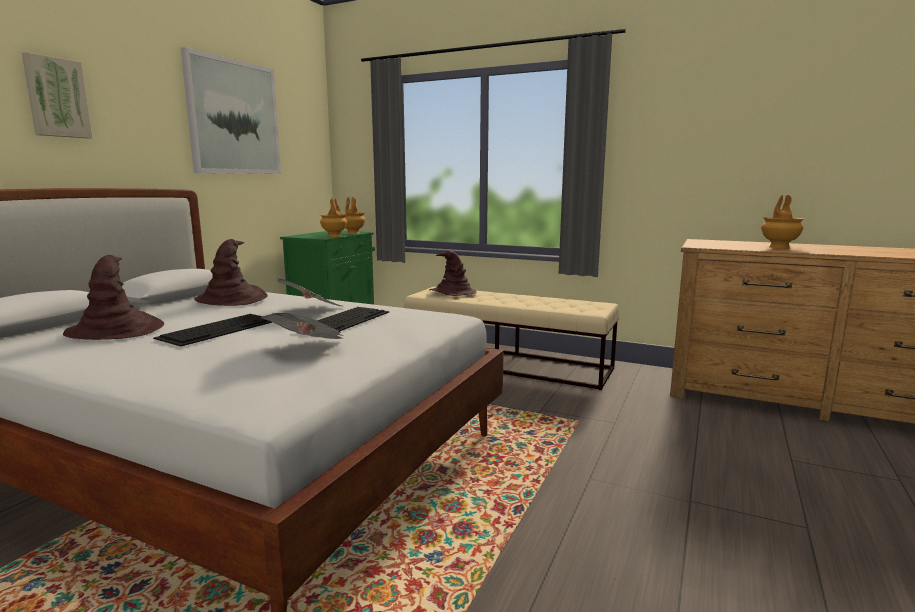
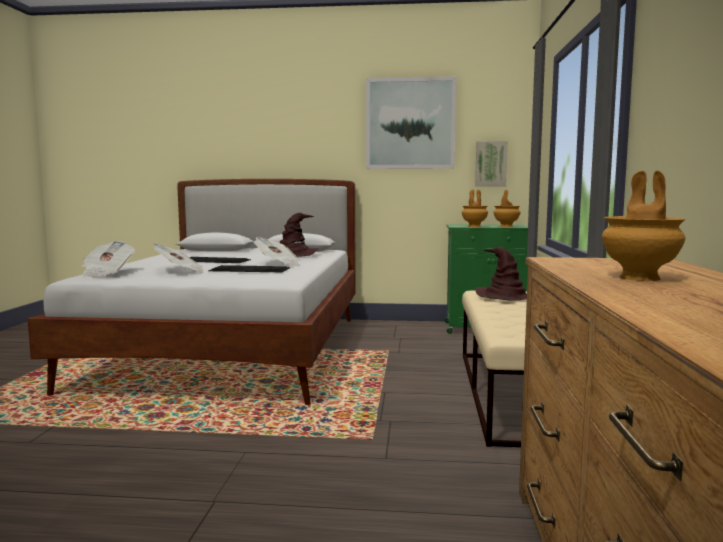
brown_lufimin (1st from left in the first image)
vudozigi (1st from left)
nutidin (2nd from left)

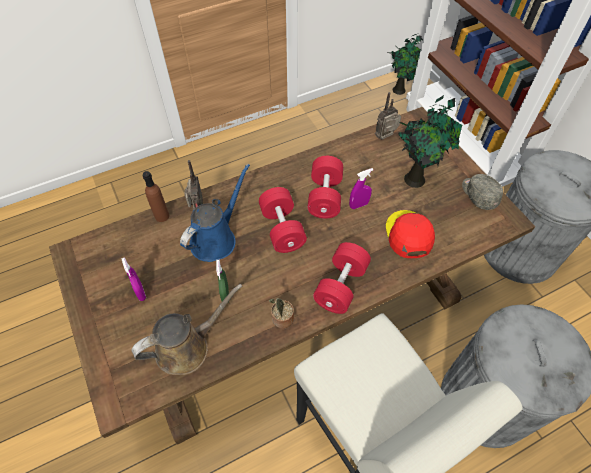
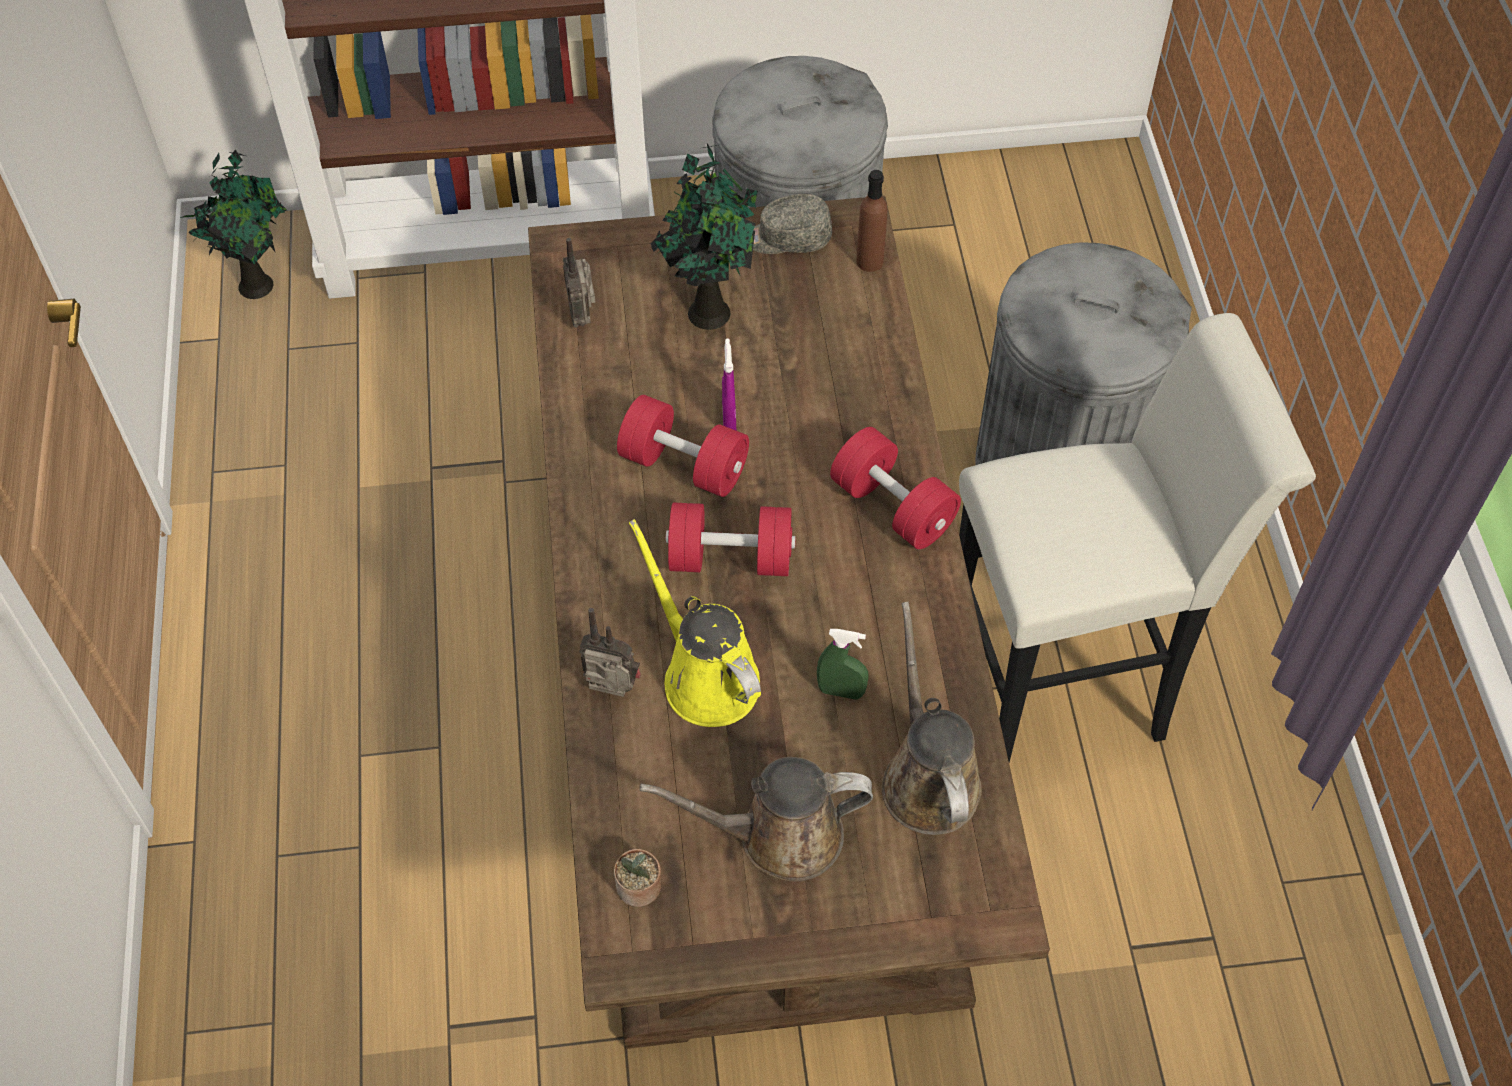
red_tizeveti
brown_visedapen
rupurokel (2nd from left)
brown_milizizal (1st from left)
yellow_milizizal

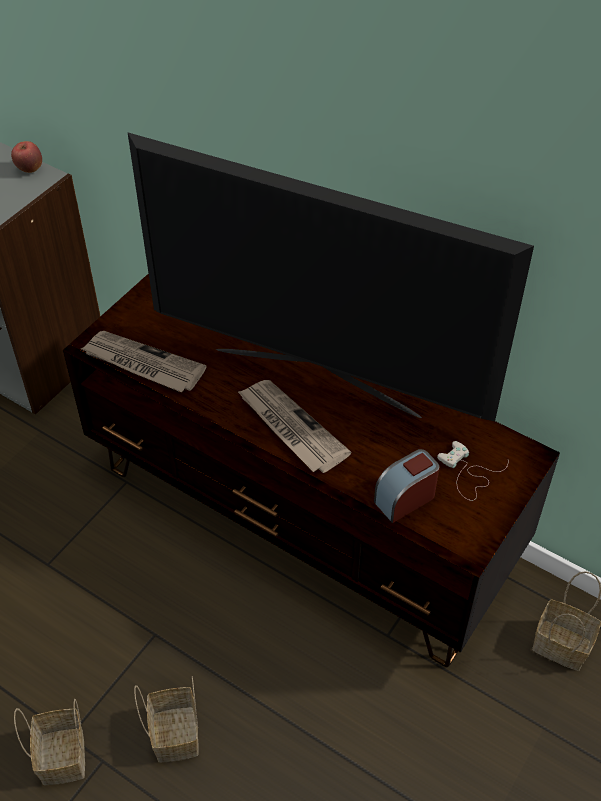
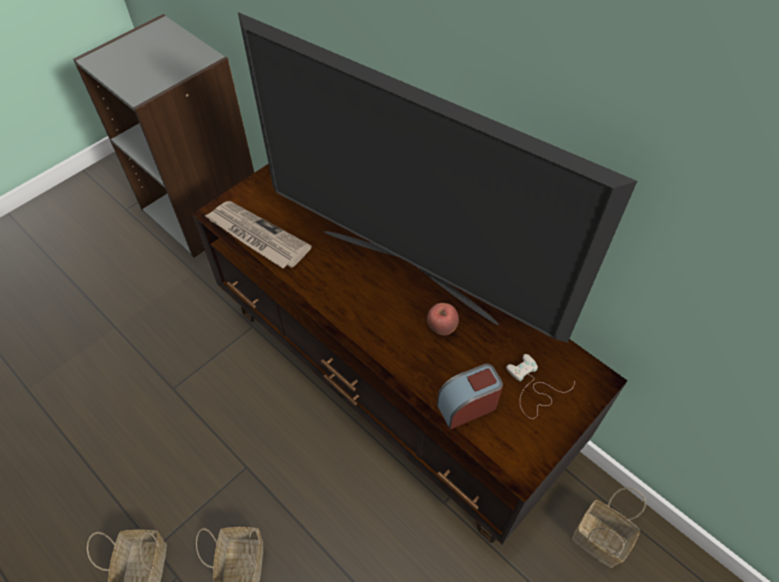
vudozigi (2nd from left in the first image)
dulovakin

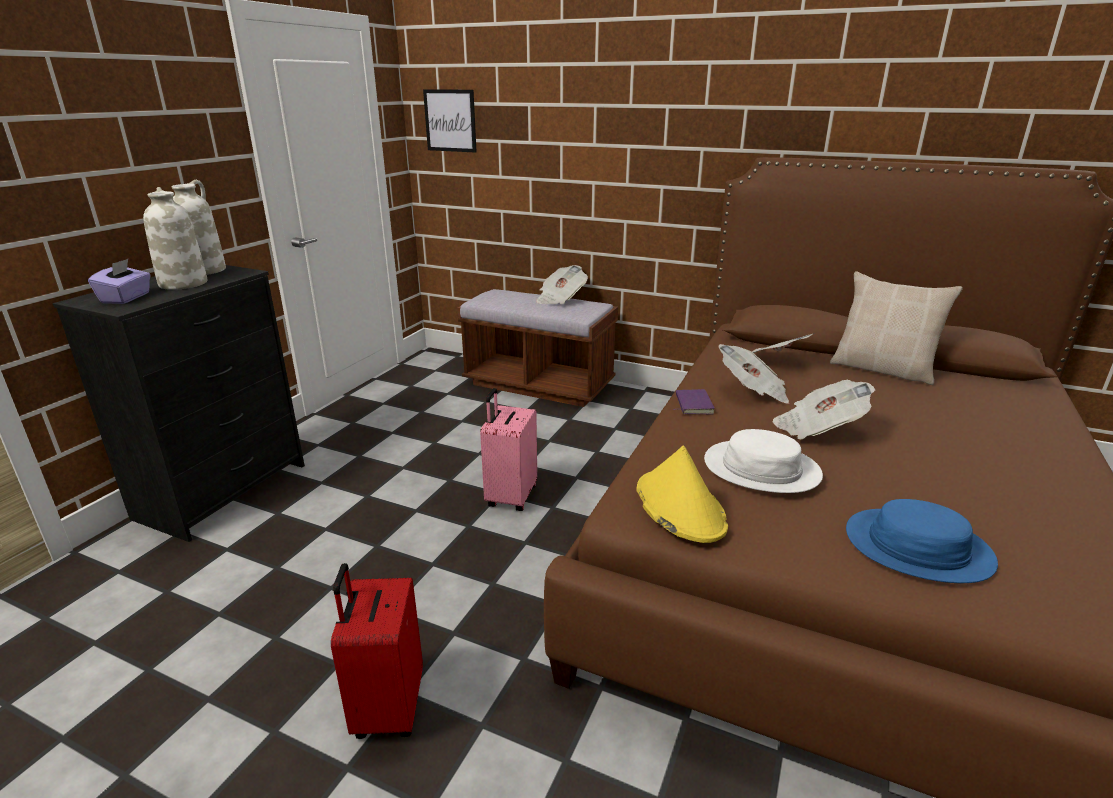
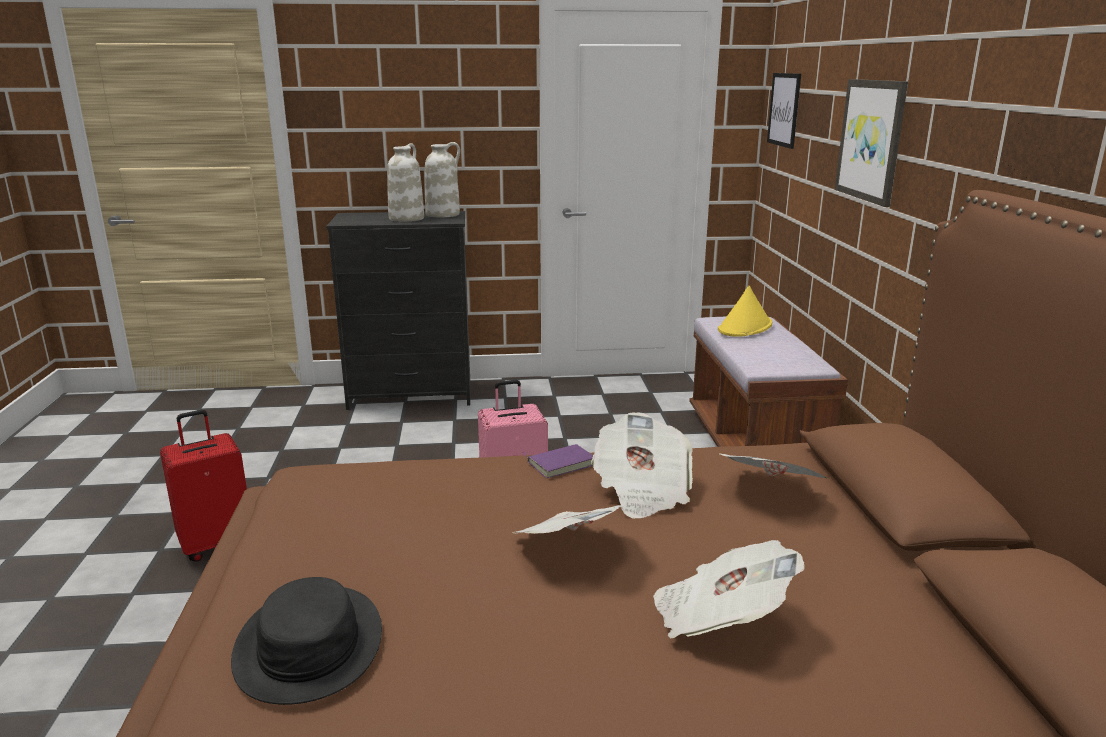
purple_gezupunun
white_lufimin
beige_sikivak
nutidin (2nd from left)
vudozigi (3rd from left)
yellow_lufimin
black_lufimin

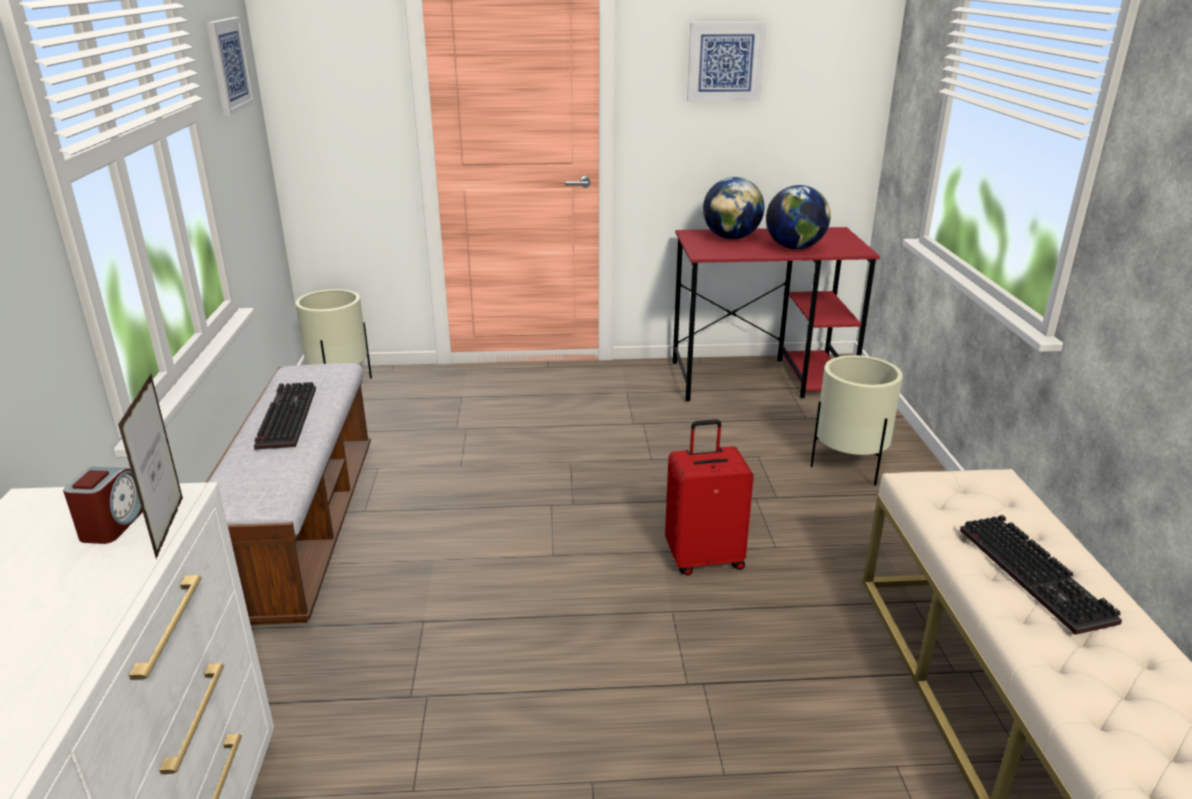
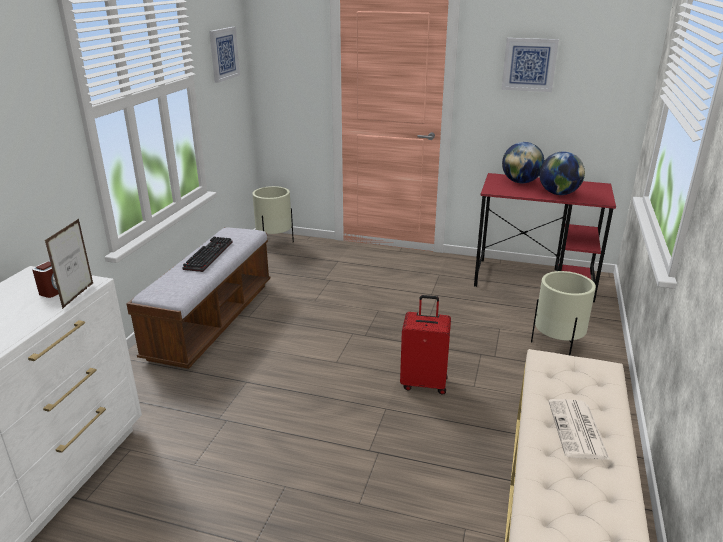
vudozigi

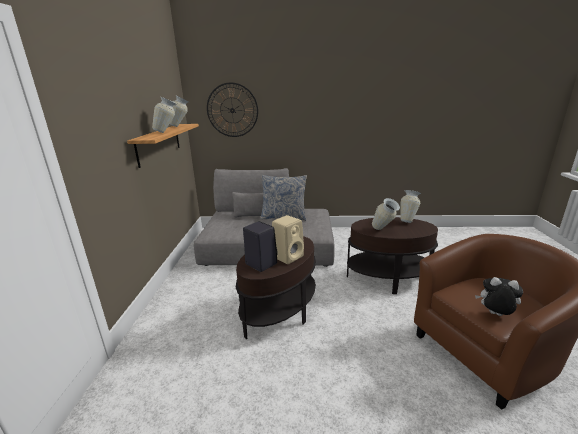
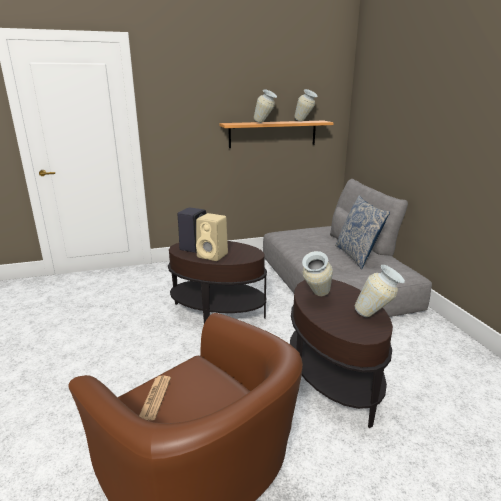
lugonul
vudozigi

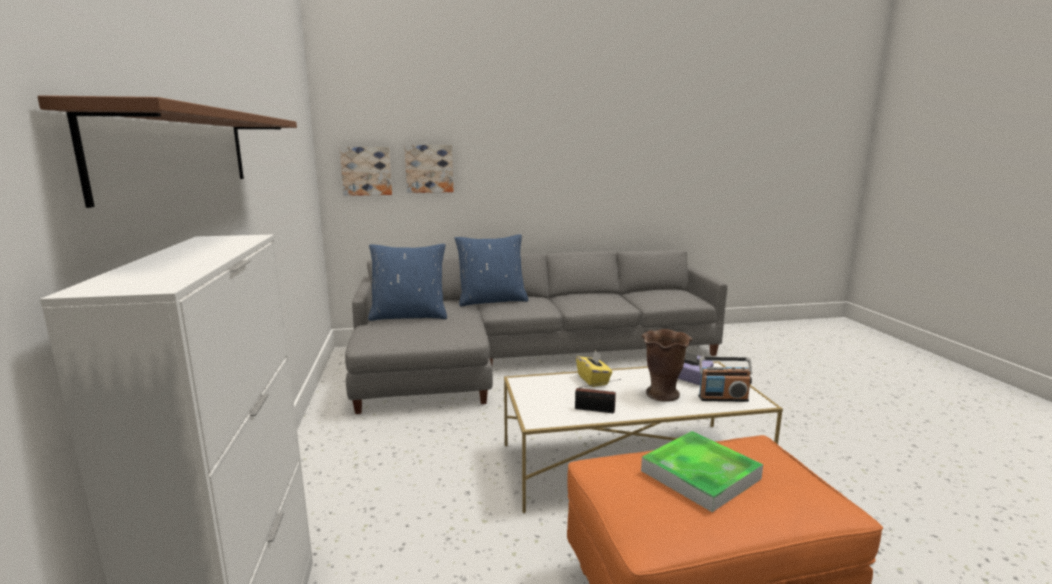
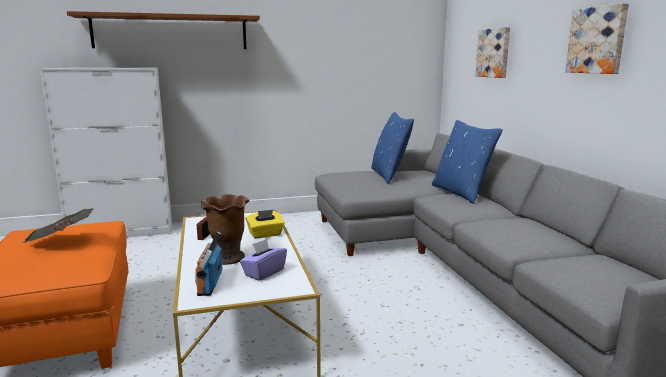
nutidin (2nd from left)
vudozigi

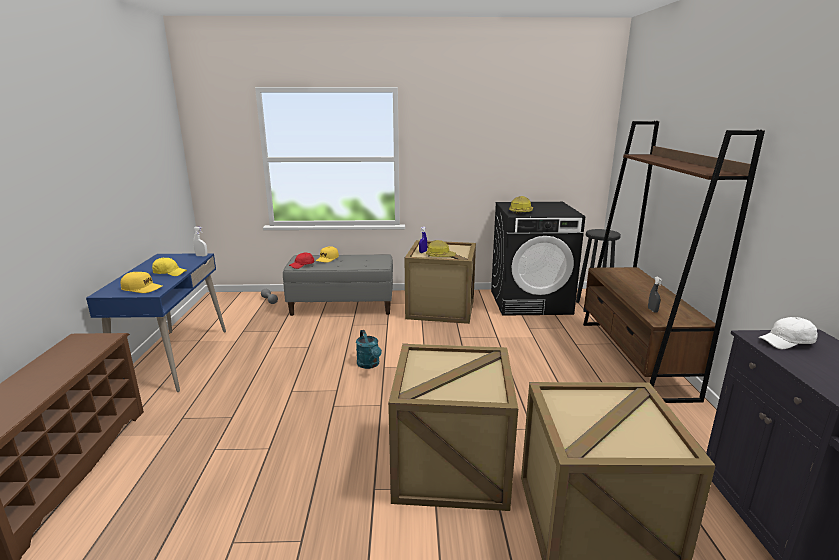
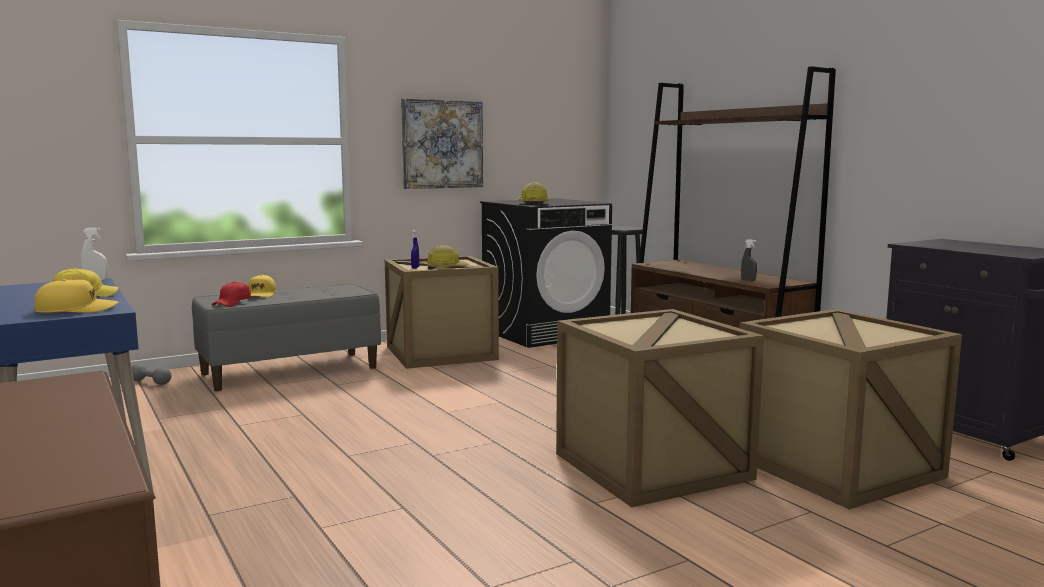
turquoise_milizizal
white_tizeveti
nutidin

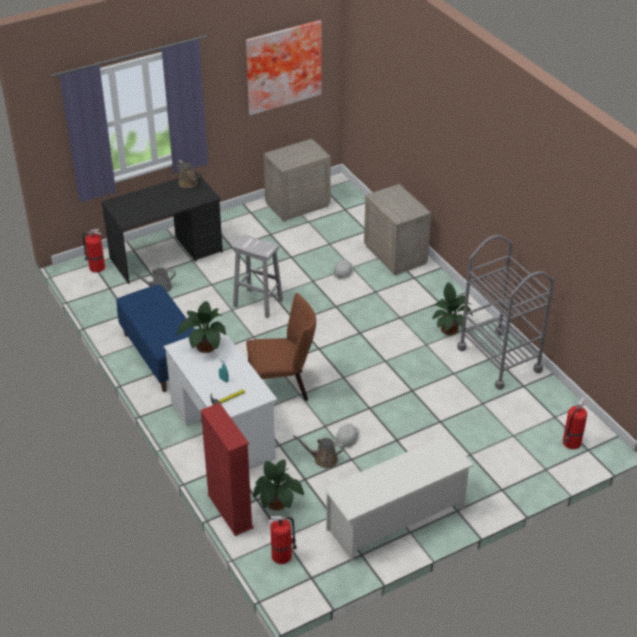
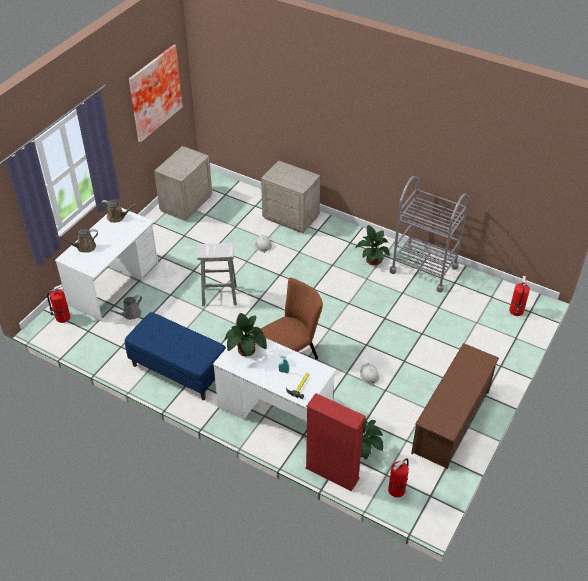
brown_milizizal (1st from left)
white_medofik (1st from left)
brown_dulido

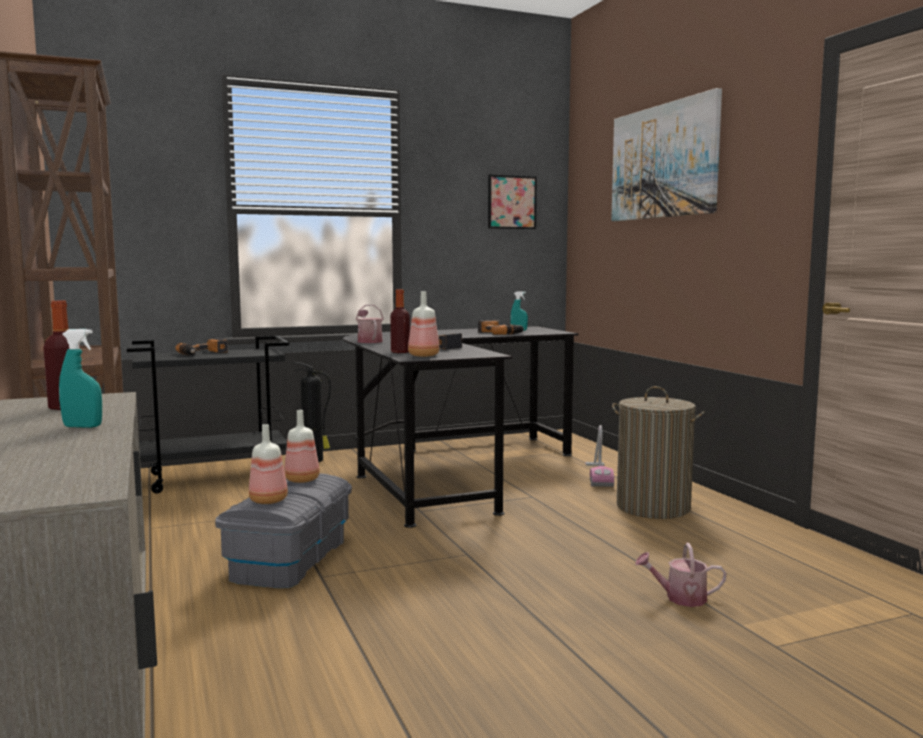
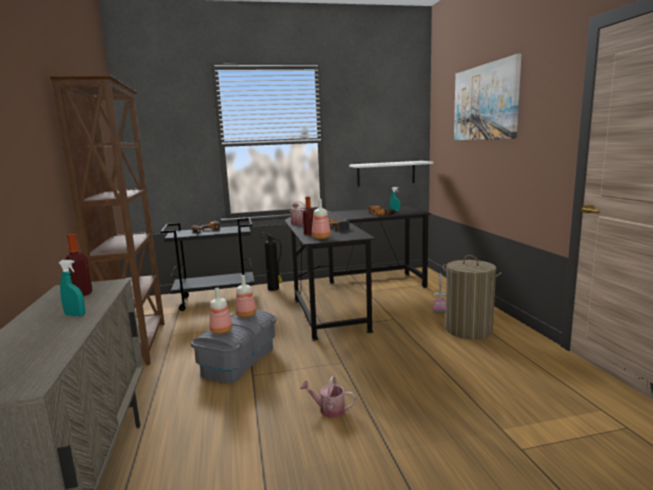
nutidin (1st from left in the first image)
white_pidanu
milizizal (2nd from left)

